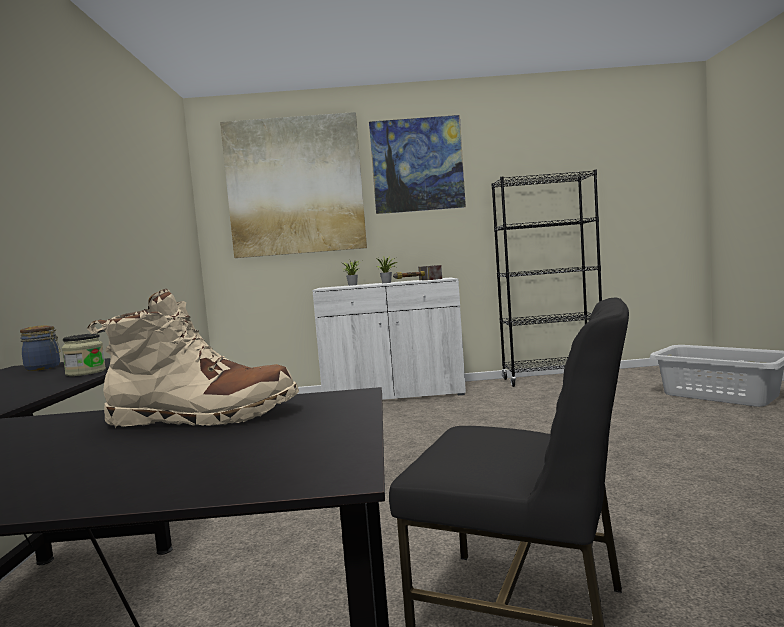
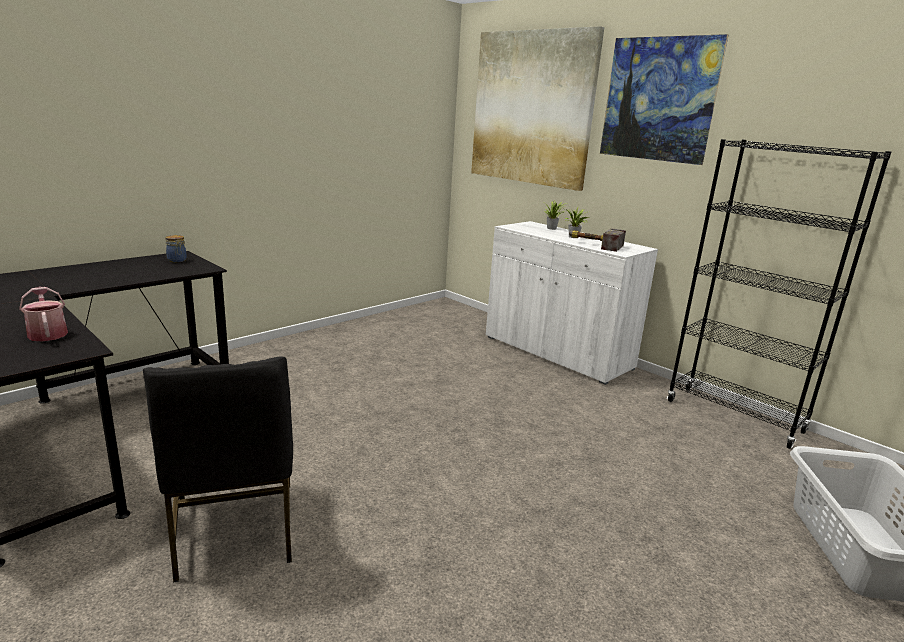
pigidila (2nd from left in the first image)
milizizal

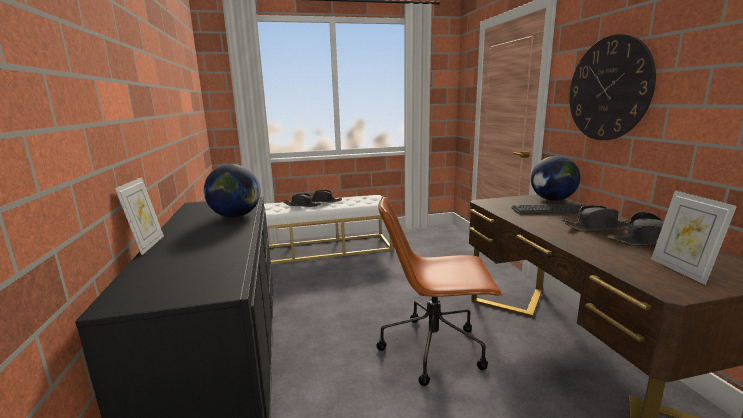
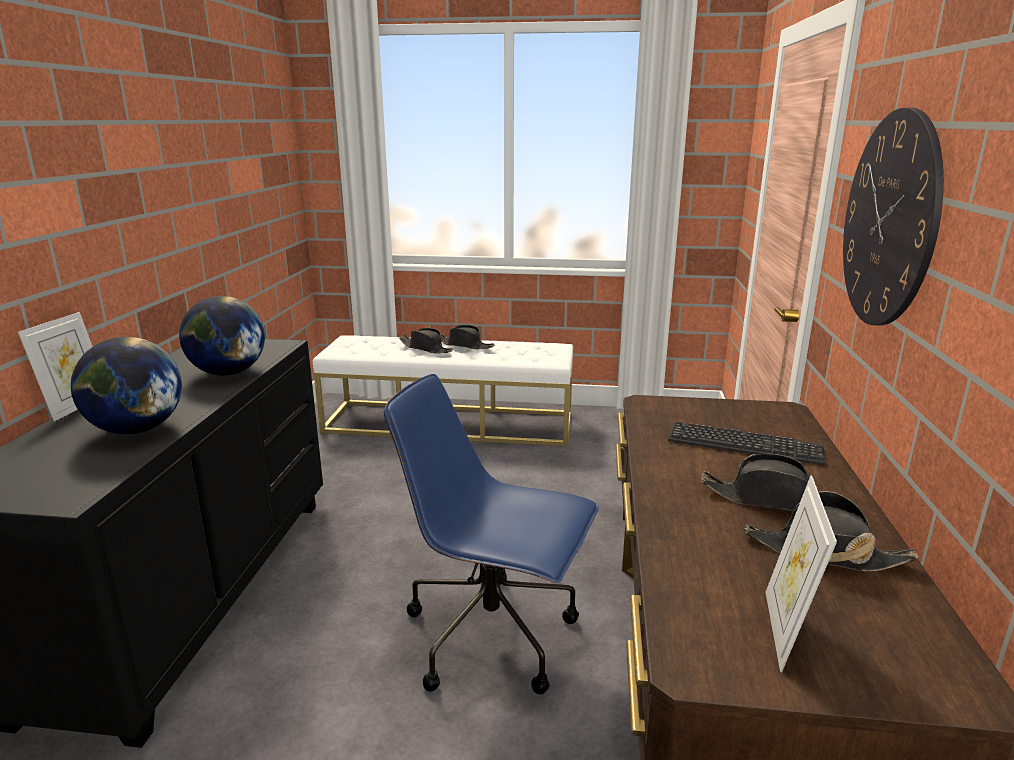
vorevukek (1st from left)
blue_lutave

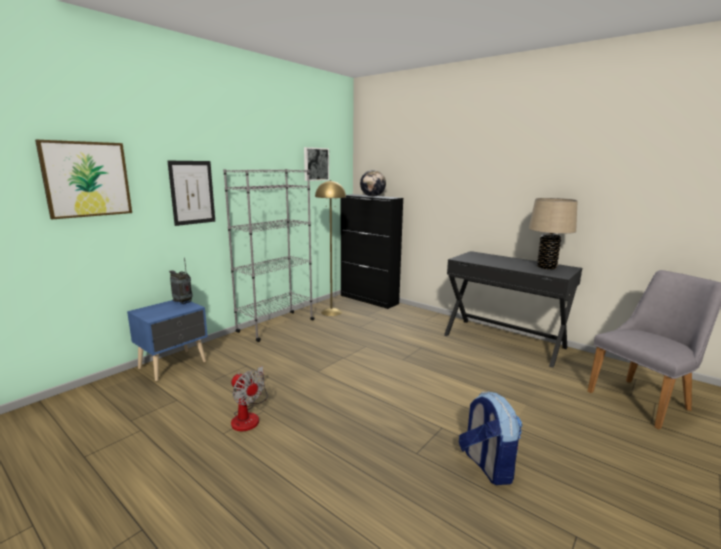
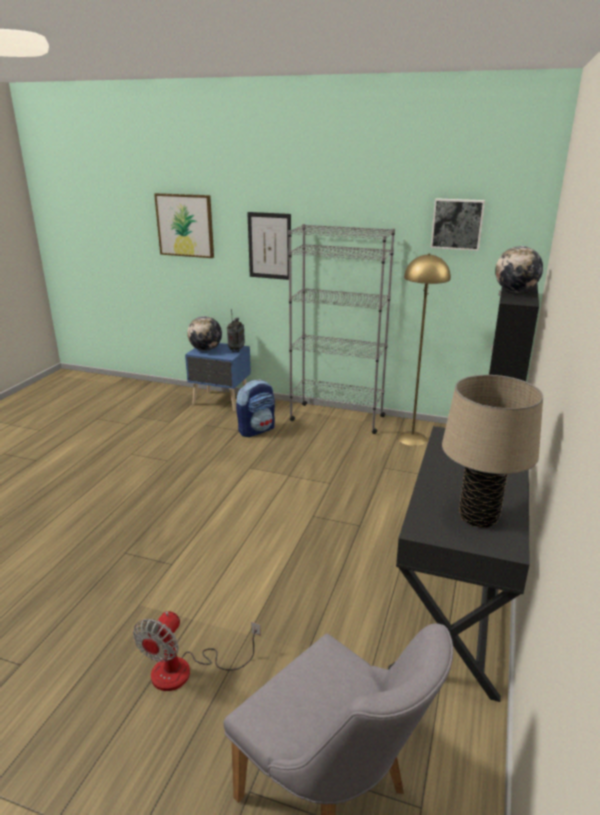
vorevukek (1st from left)
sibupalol
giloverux

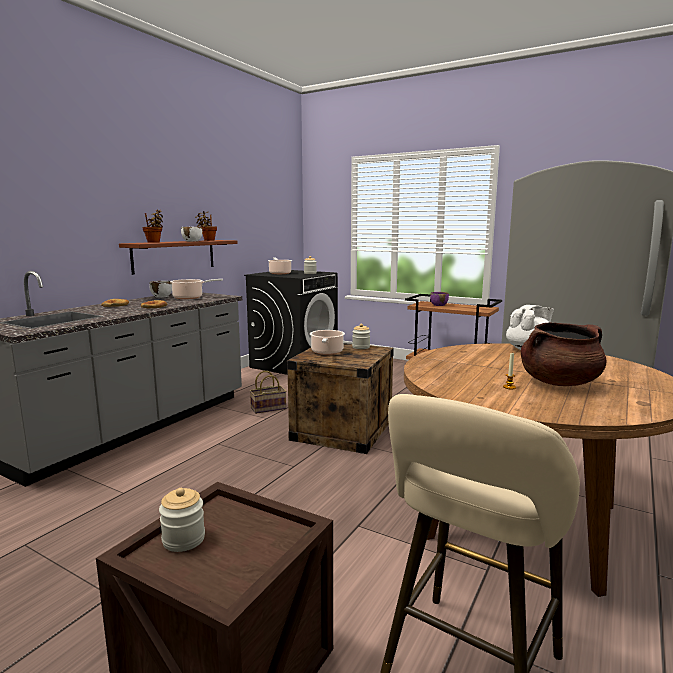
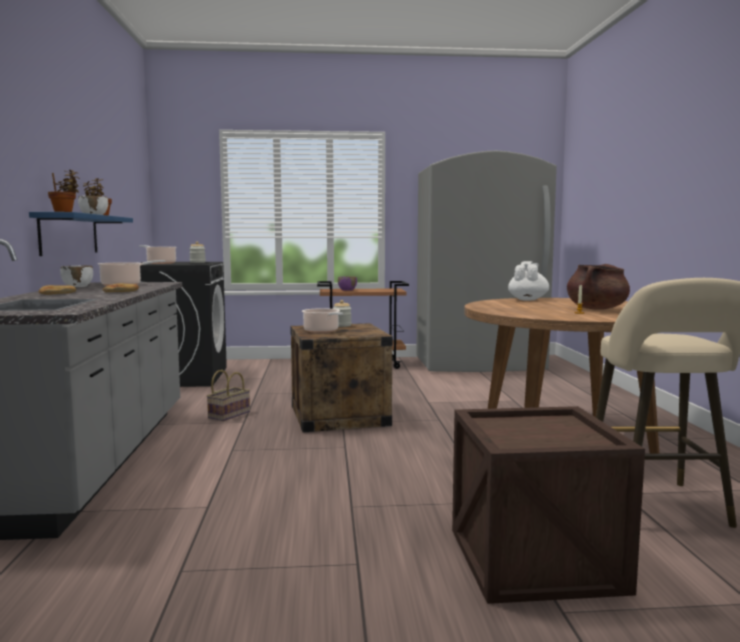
pigidila (1st from left in the first image)
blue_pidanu

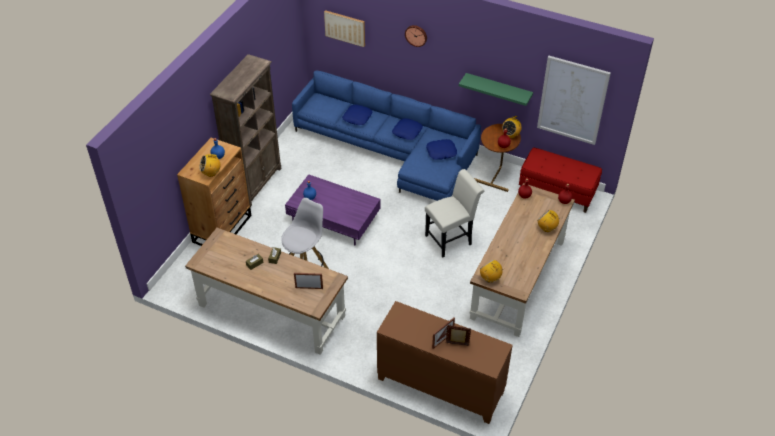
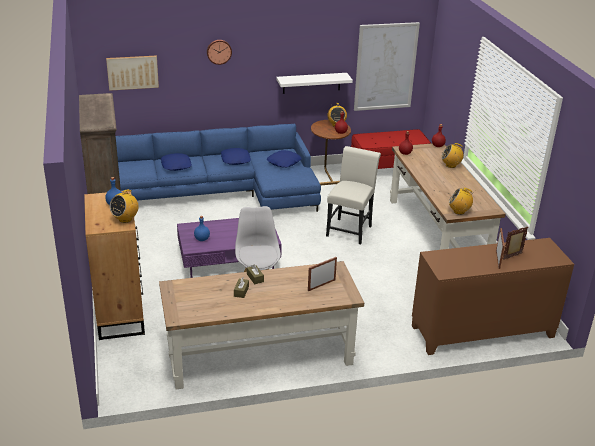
white_pidanu

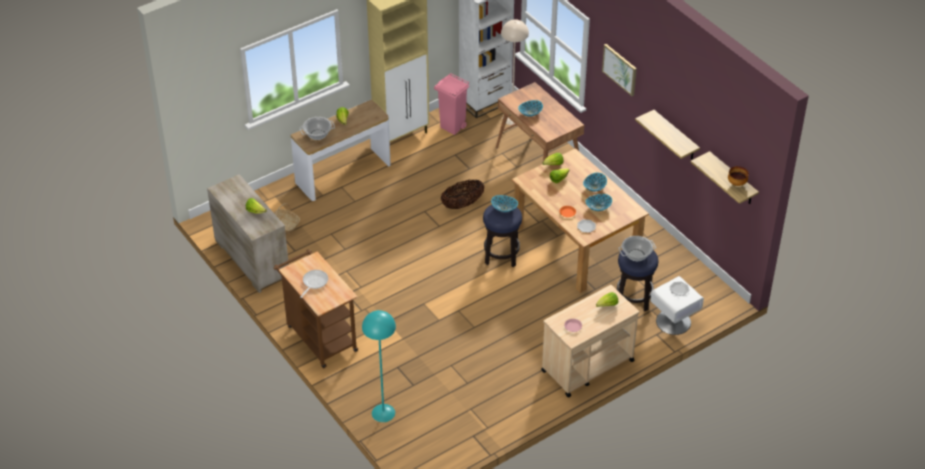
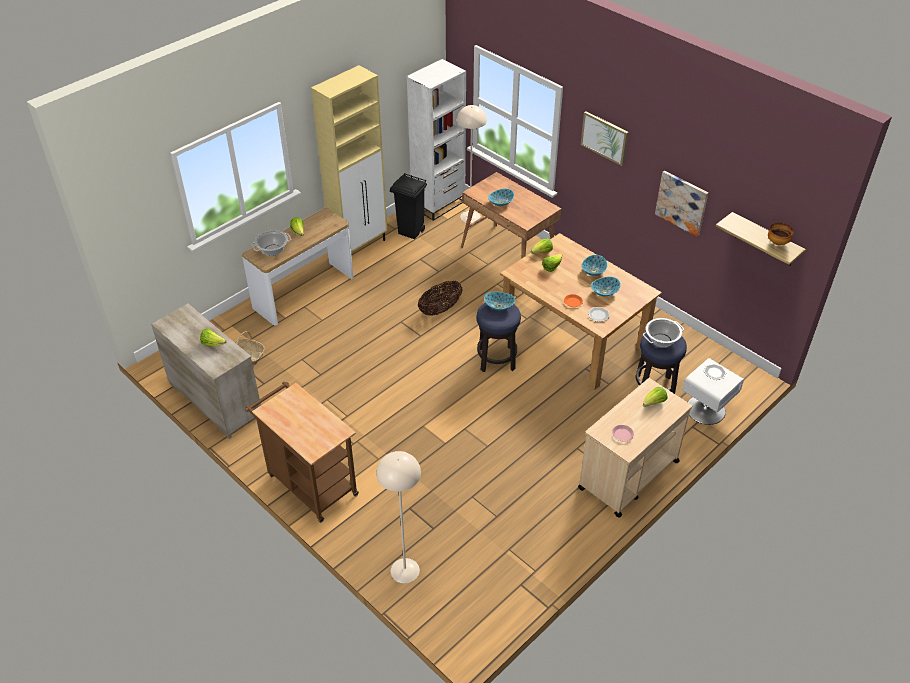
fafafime
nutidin (2nd from left)
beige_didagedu (1st from left)
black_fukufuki

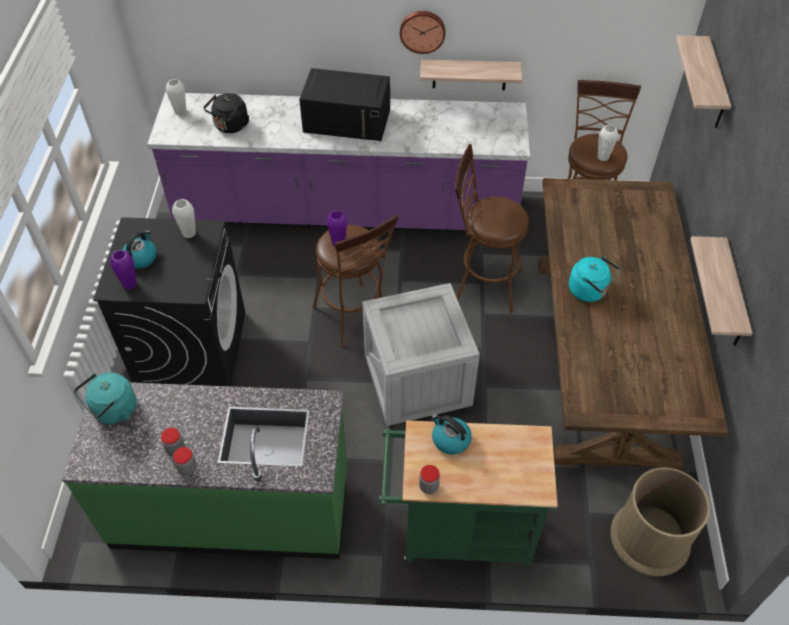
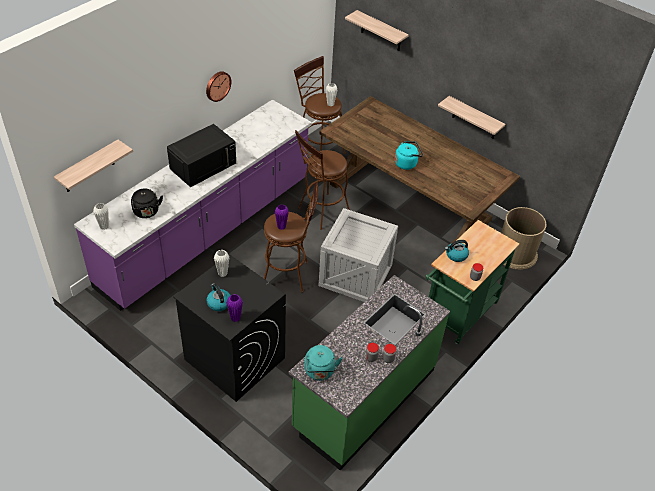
pidanu (1st from left)

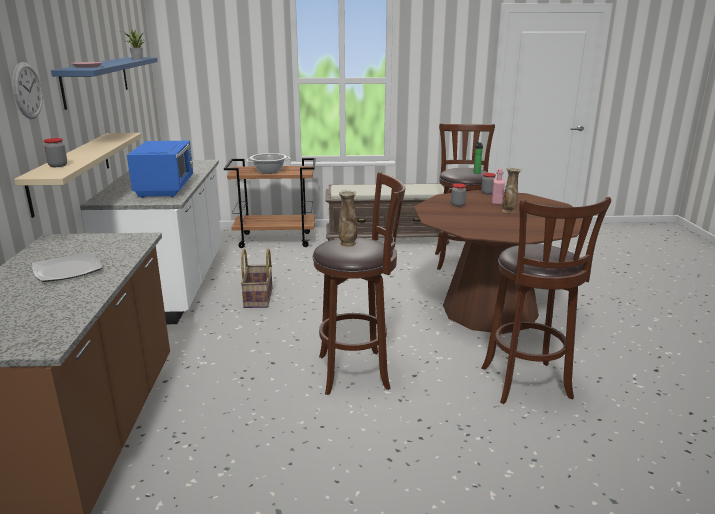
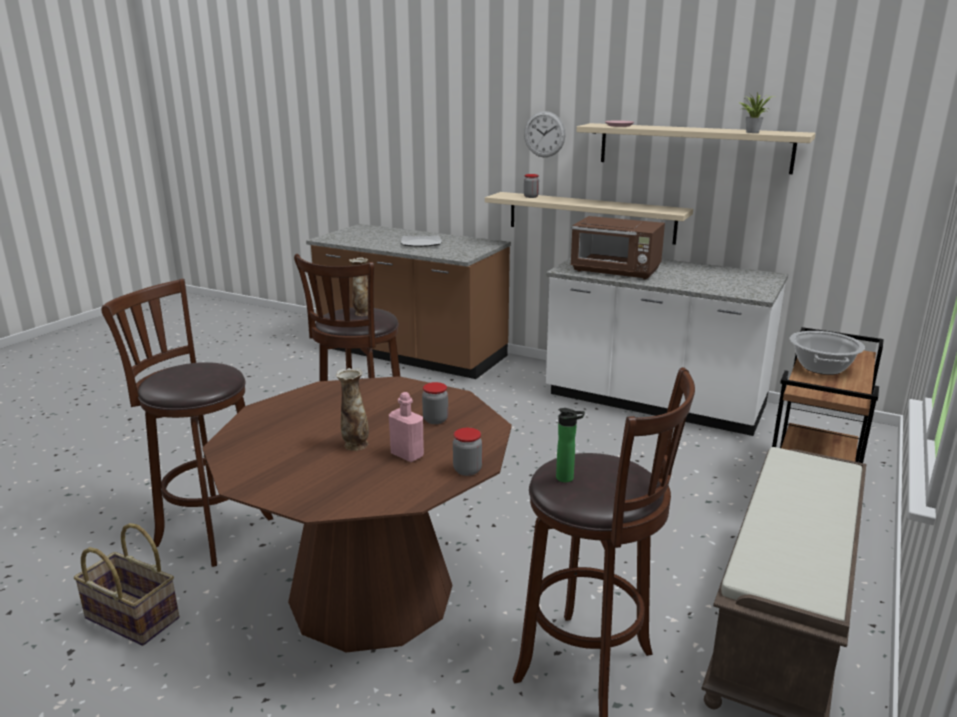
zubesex
beige_pidanu (2nd from left)
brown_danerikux

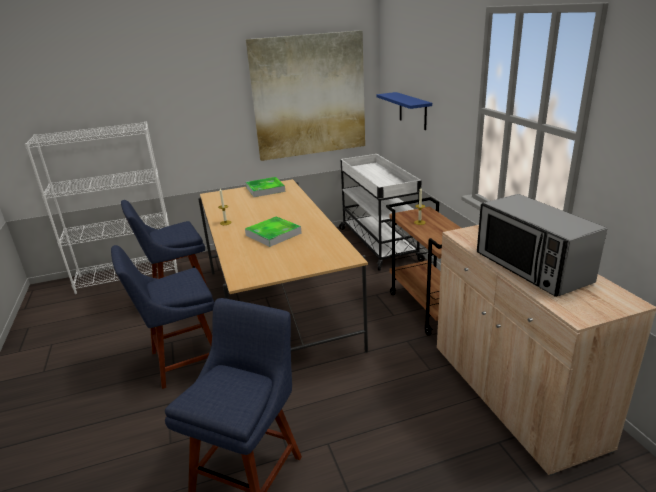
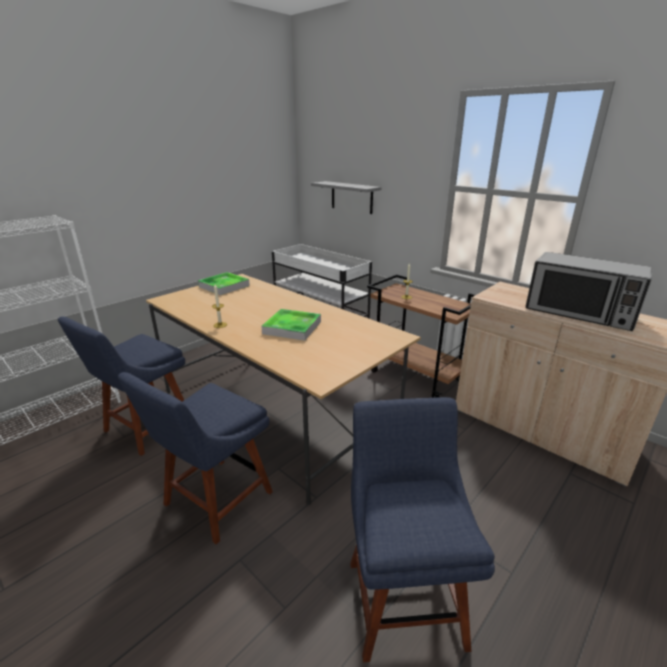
nutidin
grey_pidanu

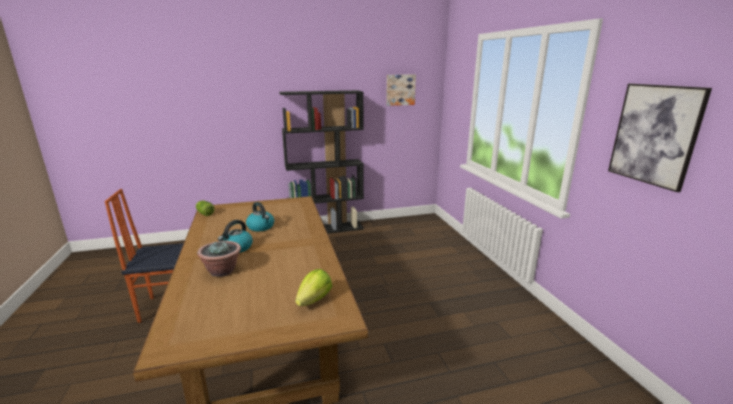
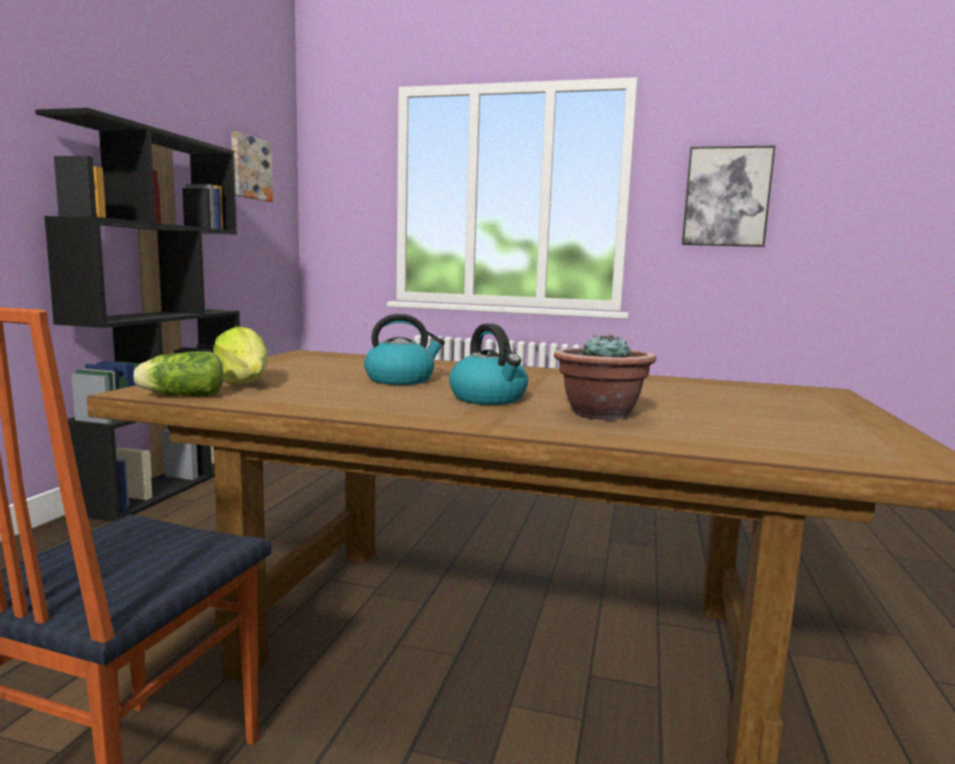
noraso (2nd from left)

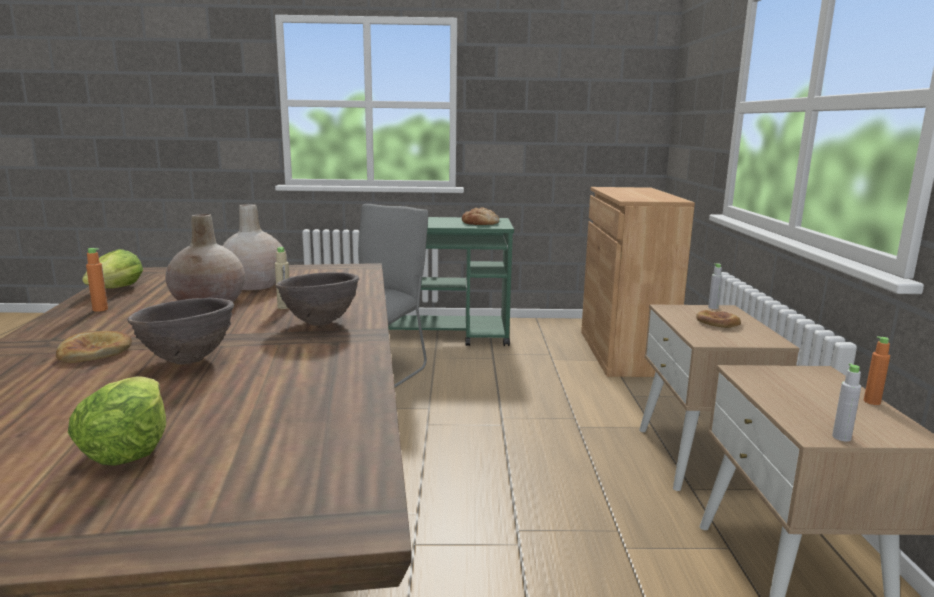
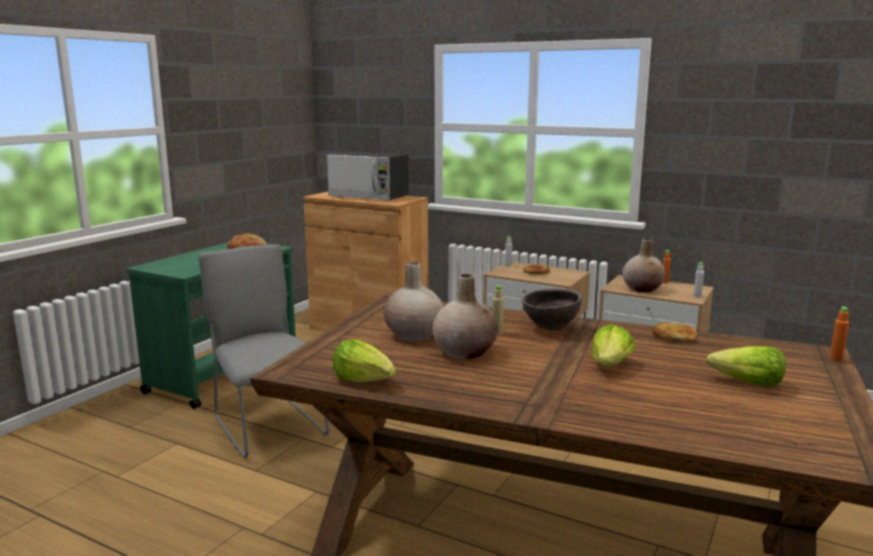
danerikux
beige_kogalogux (3rd from left)
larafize (3rd from left)
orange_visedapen (2nd from left)
noraso (2nd from left)

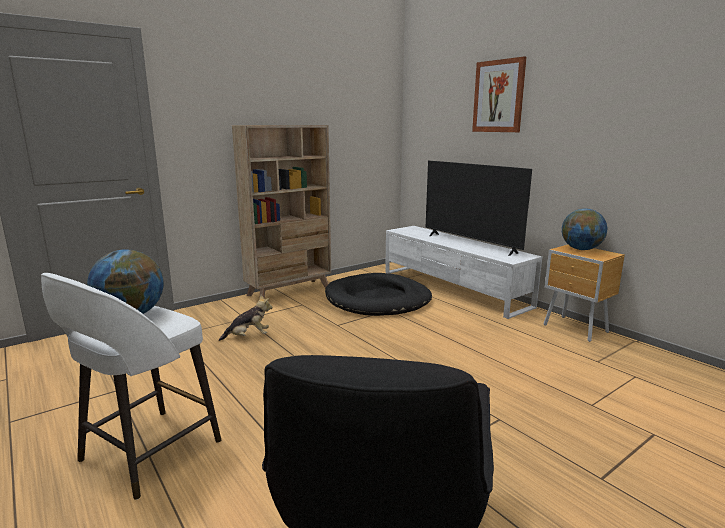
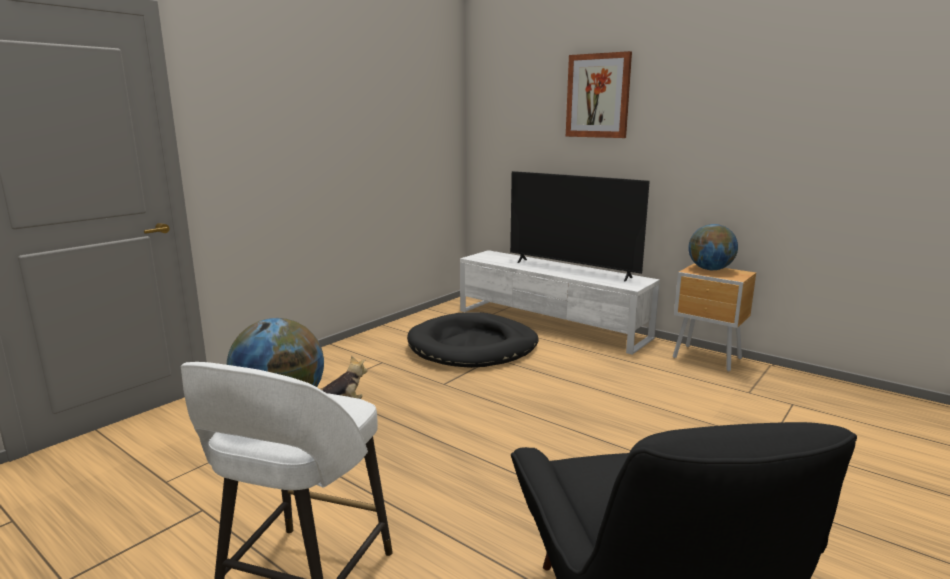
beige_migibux

